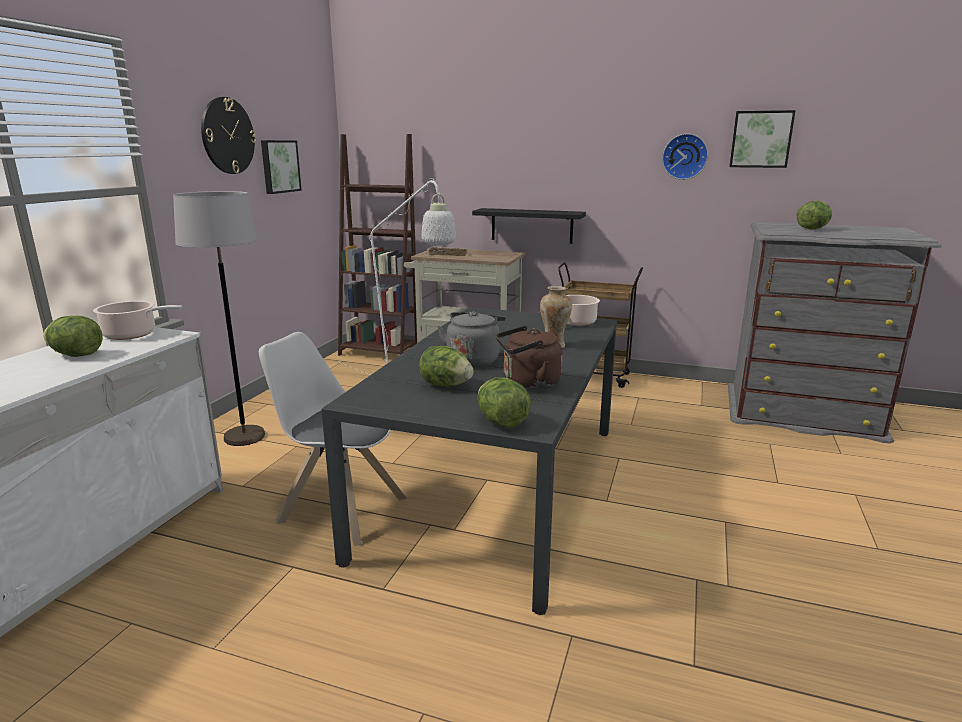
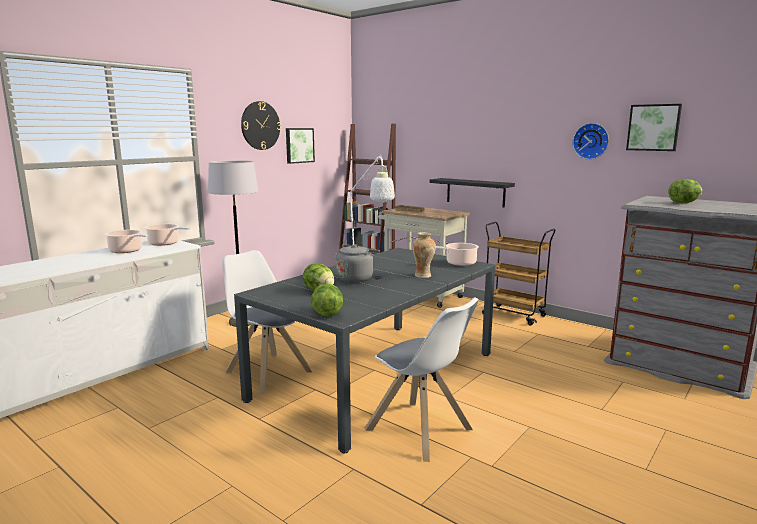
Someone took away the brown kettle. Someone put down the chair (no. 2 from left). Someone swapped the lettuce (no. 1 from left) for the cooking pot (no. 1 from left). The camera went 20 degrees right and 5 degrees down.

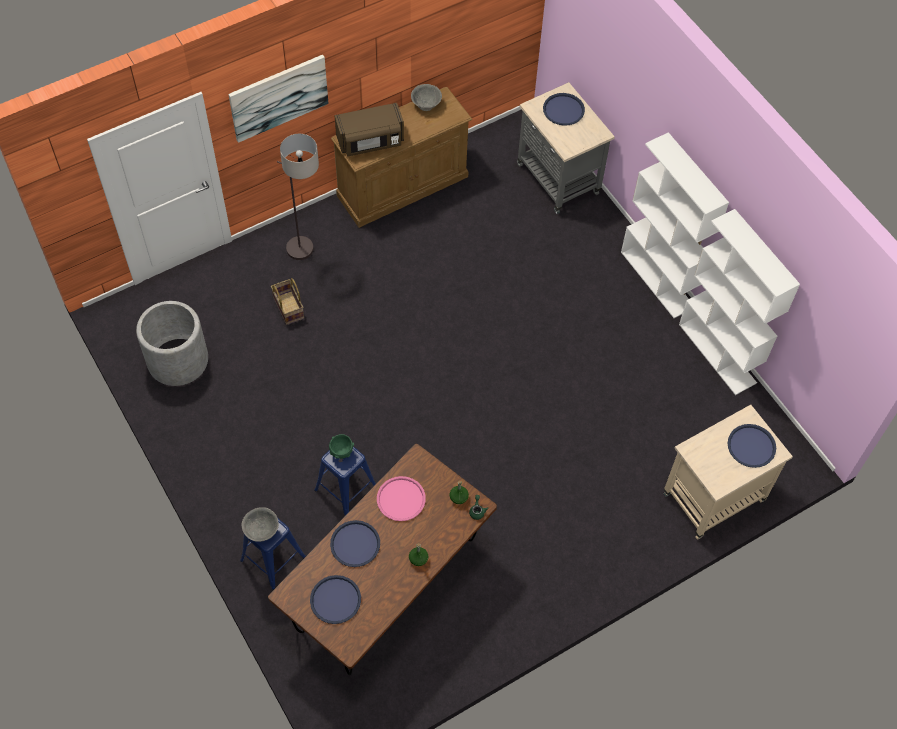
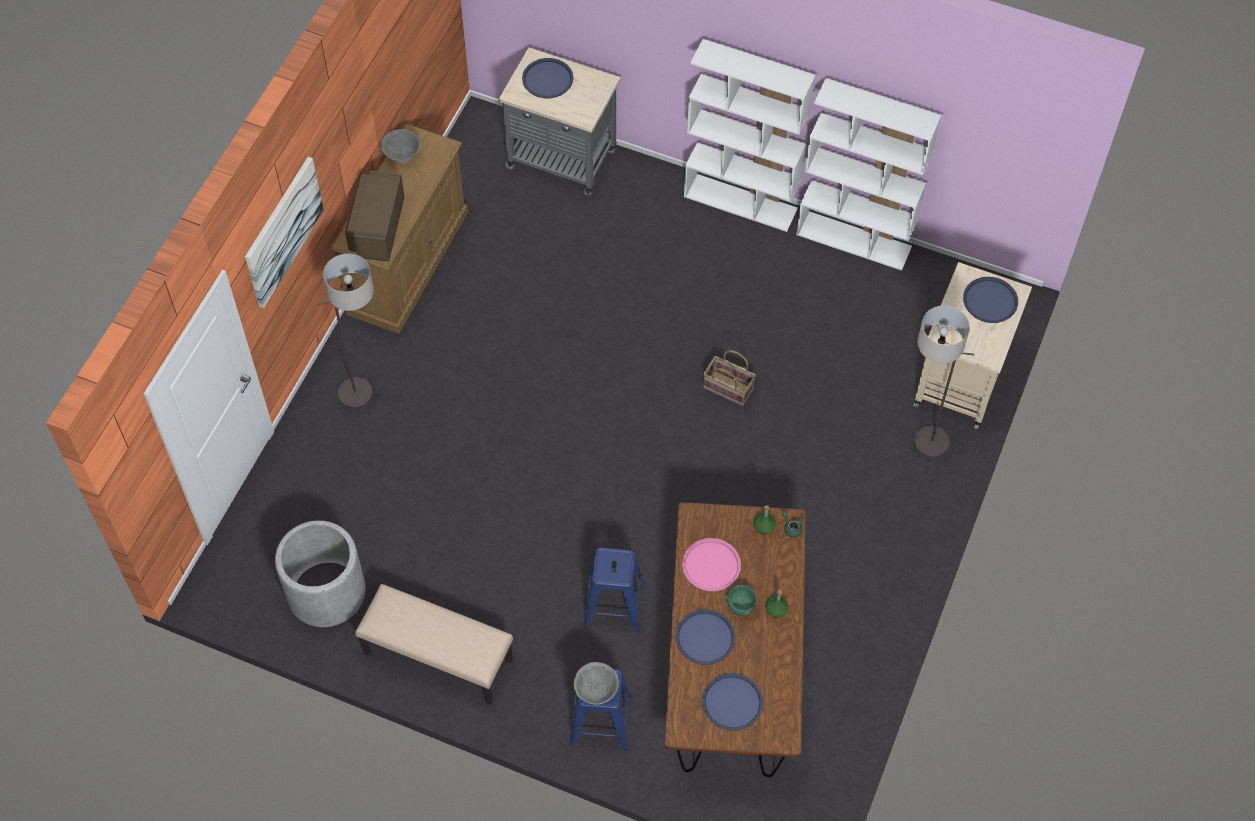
Someone put down the beige bench. Someone put down the grey floor lamp (no. 2 from left). Someone carried the basket. Someone carried the green bowl. Someone rotated the brown microwave by 150 degrees clockwise. The camera went 35 degrees left and 0 degrees up.

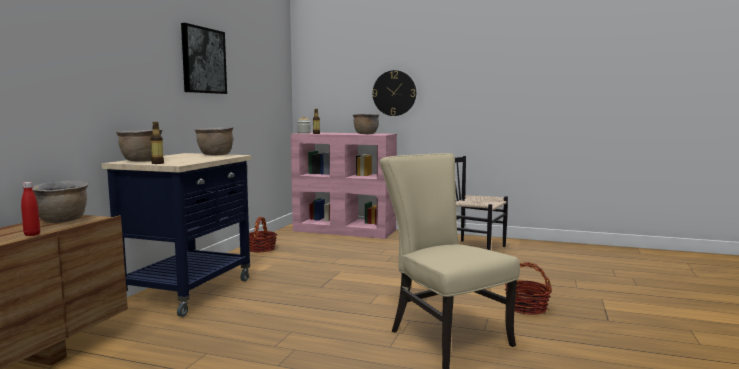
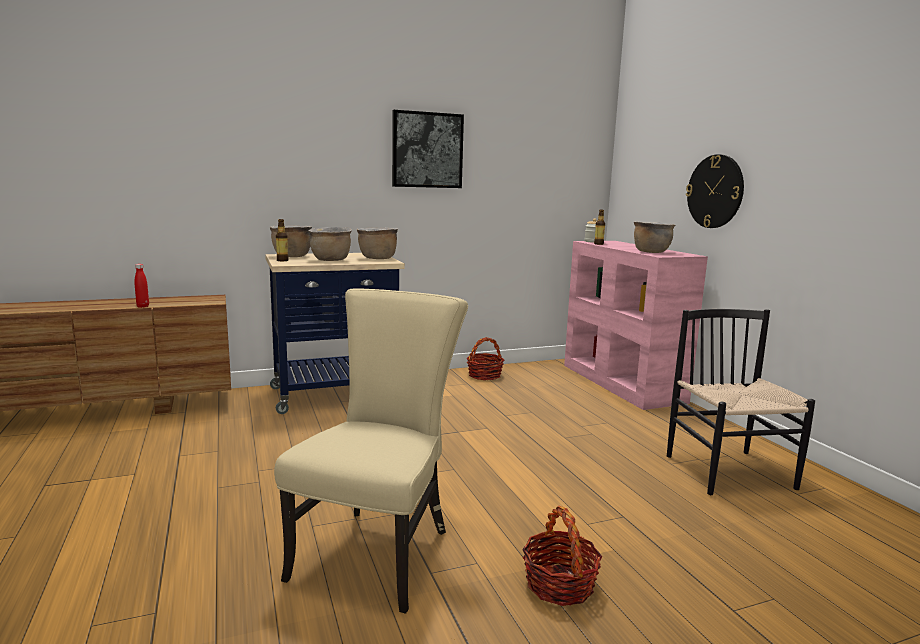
Someone carried the brown cooking pot (no. 1 from left in the first image). The camera went 50 degrees right and 5 degrees up.

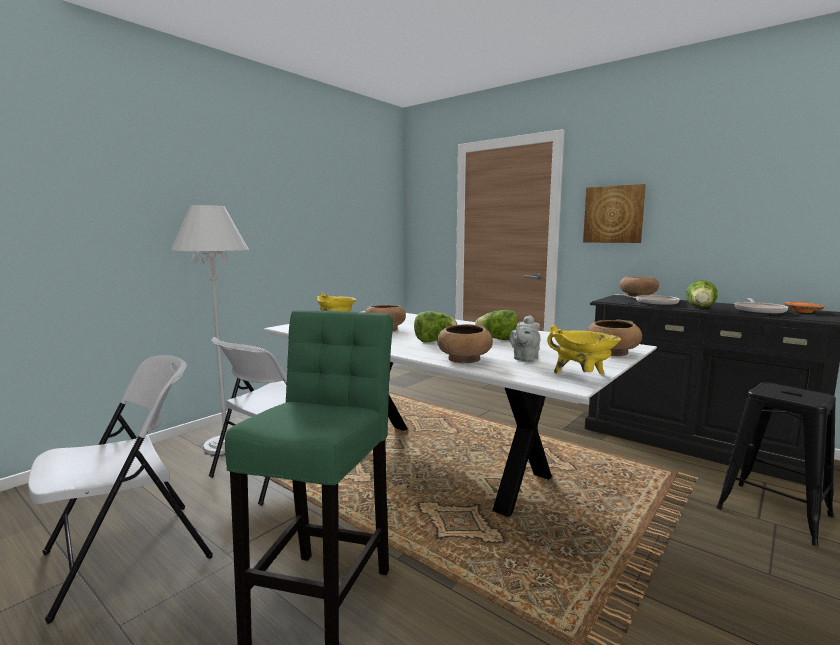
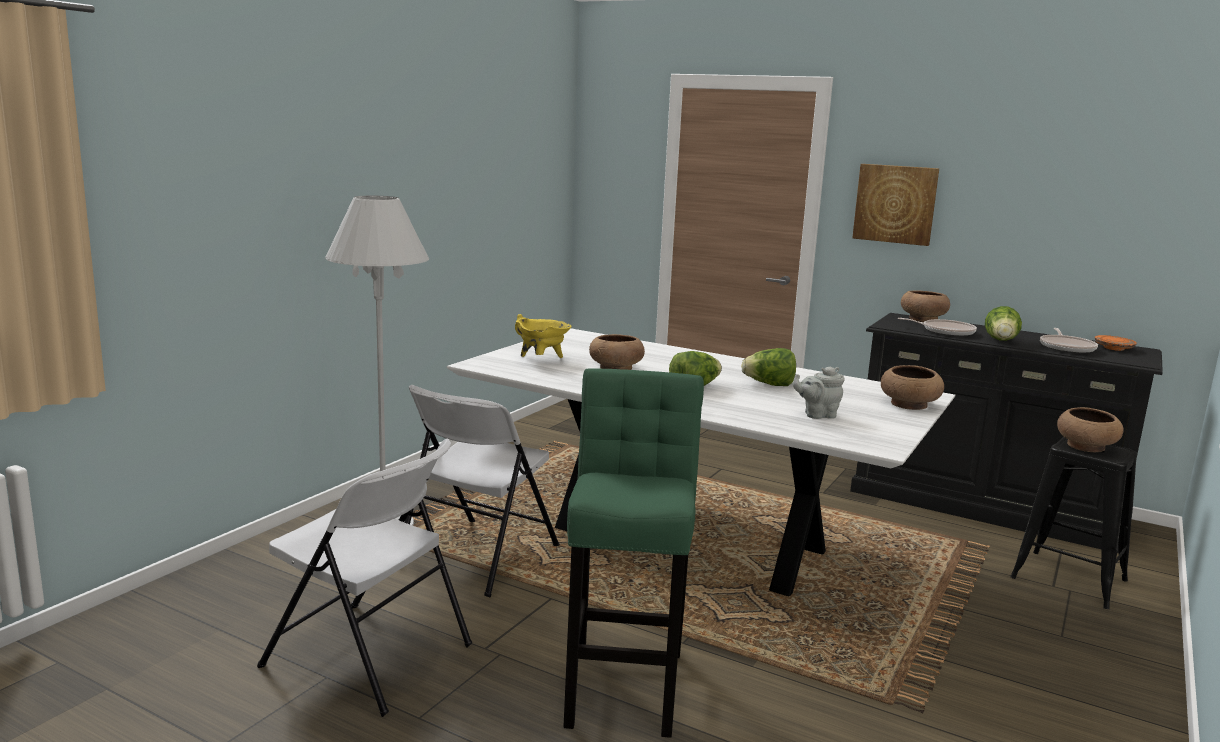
Someone took away the yellow cooking pot (no. 2 from left). Someone carried the brown bowl (no. 2 from left in the first image). Someone rotated the white chair (no. 1 from left) by 75 degrees clockwise. Someone rotated the grey teapot by 60 degrees clockwise. The camera went 10 degrees left and 5 degrees up.

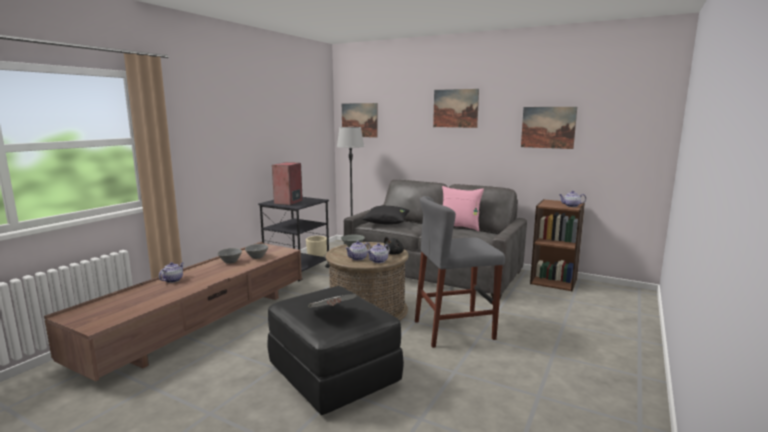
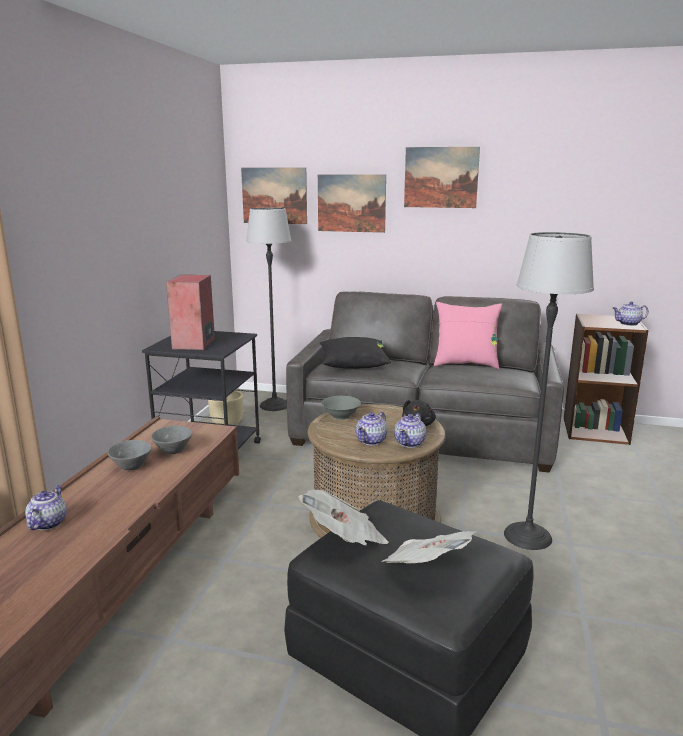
Someone put down the newspaper (no. 1 from left). Someone carried the picture (no. 3 from left in the first image). Someone swapped the grey stool for the floor lamp (no. 2 from left). The camera went 15 degrees left and 5 degrees up.

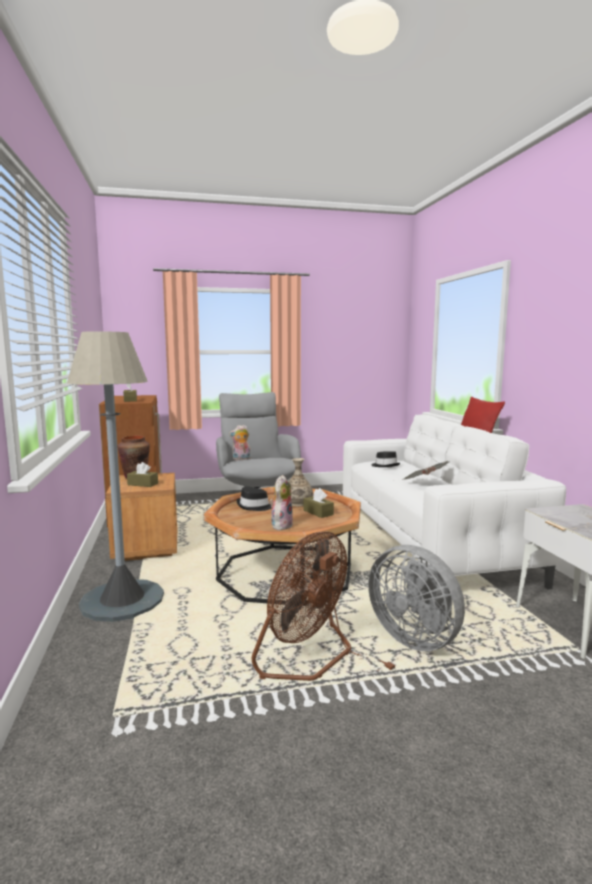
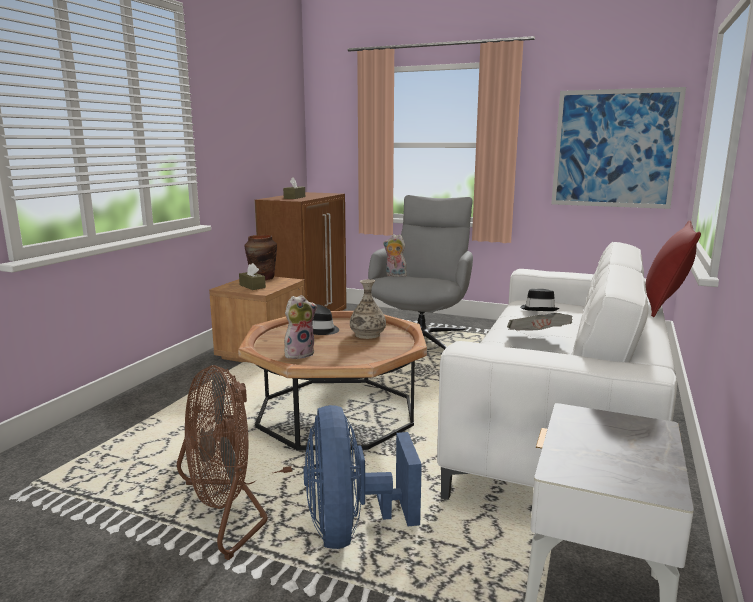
Someone took away the grey floor lamp. Someone took away the brown tissue box (no. 3 from left). Someone put up the picture. Someone repainted the grey fan, which became the blue fan. Someone rotated the brown fan by 105 degrees counterclockwise. The camera went 35 degrees right and 5 degrees up.

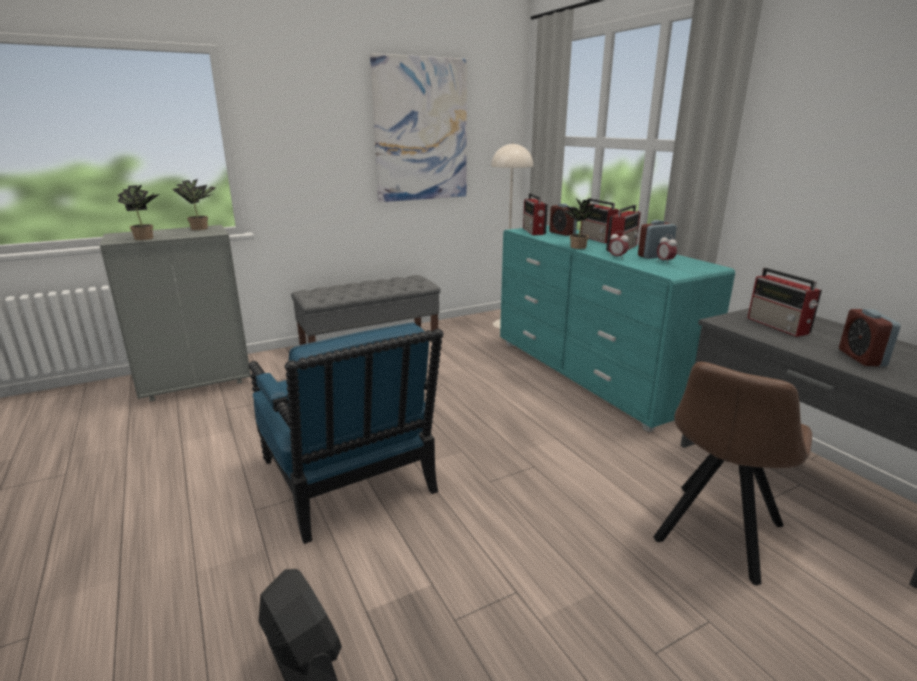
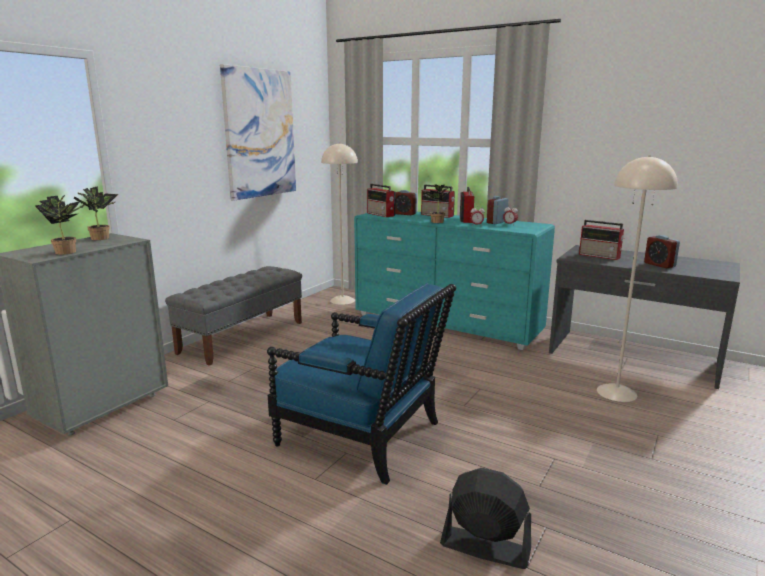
Someone swapped the brown chair for the beige floor lamp (no. 2 from left). The camera went 30 degrees left and 5 degrees down.

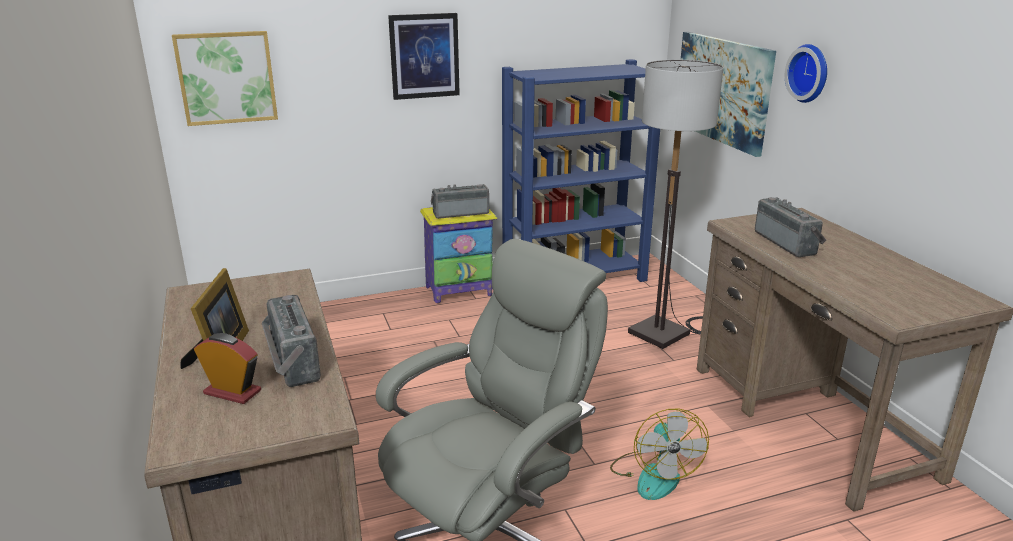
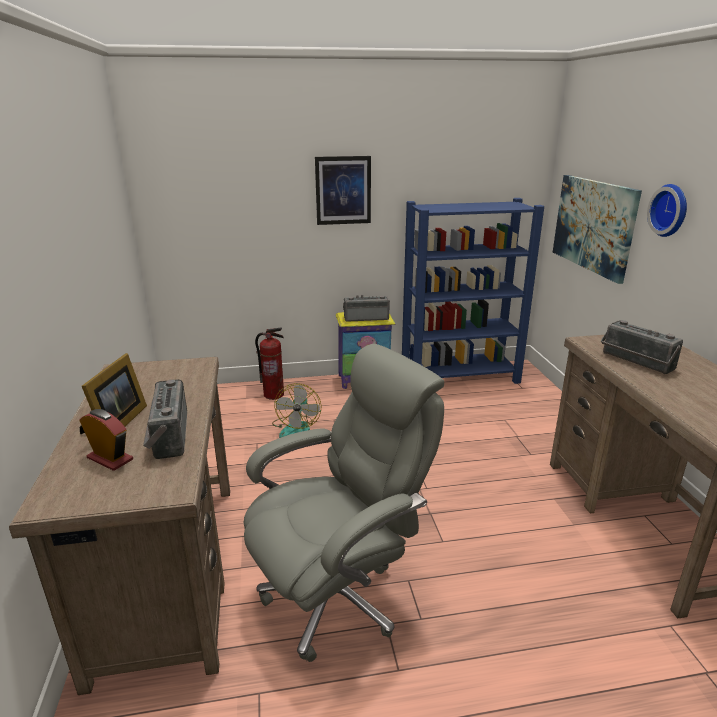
Someone took away the picture (no. 1 from left). Someone took away the floor lamp. Someone put down the fire extinguisher. Someone carried the fan. Someone rotated the radio (no. 3 from left) by 150 degrees clockwise. The camera went 10 degrees right and 0 degrees up.

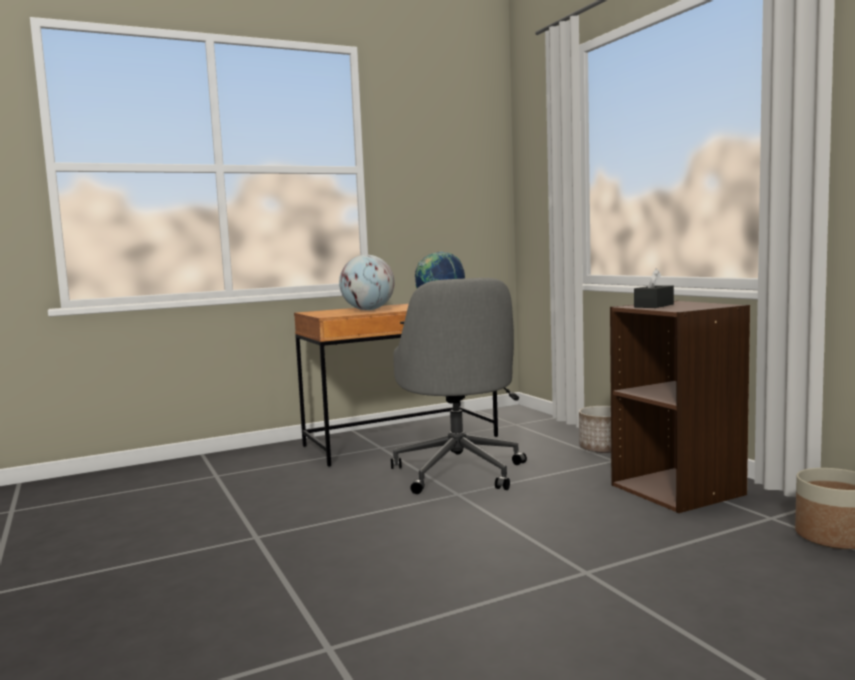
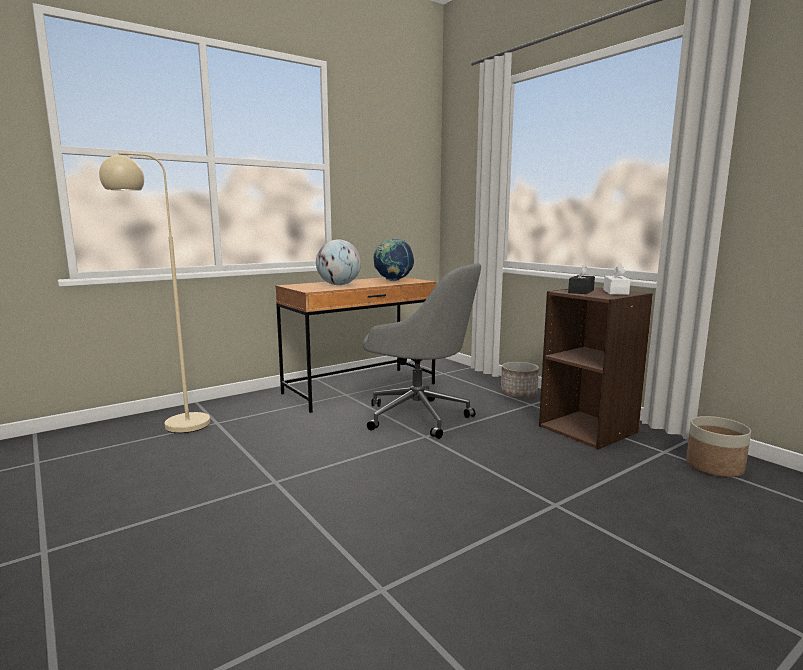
Someone put down the beige floor lamp. Someone put down the white tissue box. Someone rotated the grey office chair by 45 degrees counterclockwise. The camera went 10 degrees left and 5 degrees up.

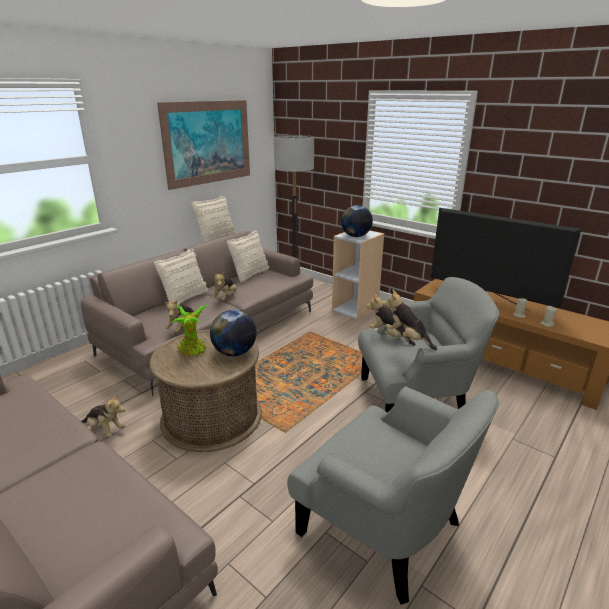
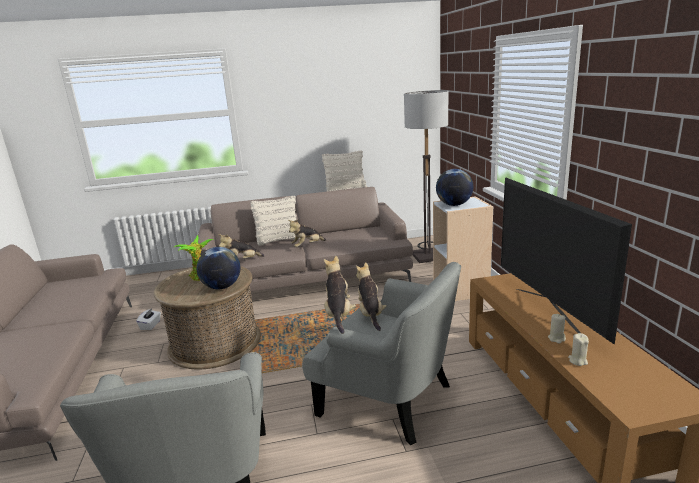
Someone took away the picture. Someone took away the beige pillow (no. 3 from left). Someone swapped the plush toy (no. 1 from left) for the white tissue box. The camera went 40 degrees right and 5 degrees down.

